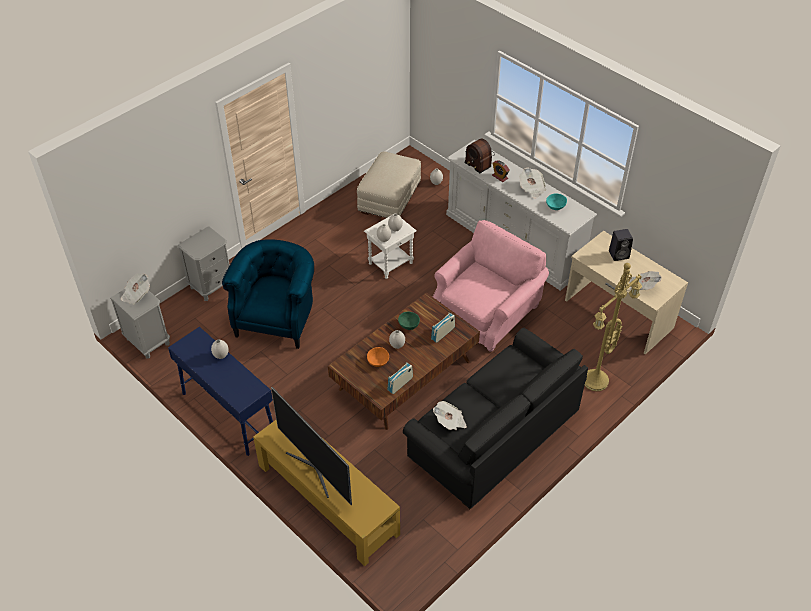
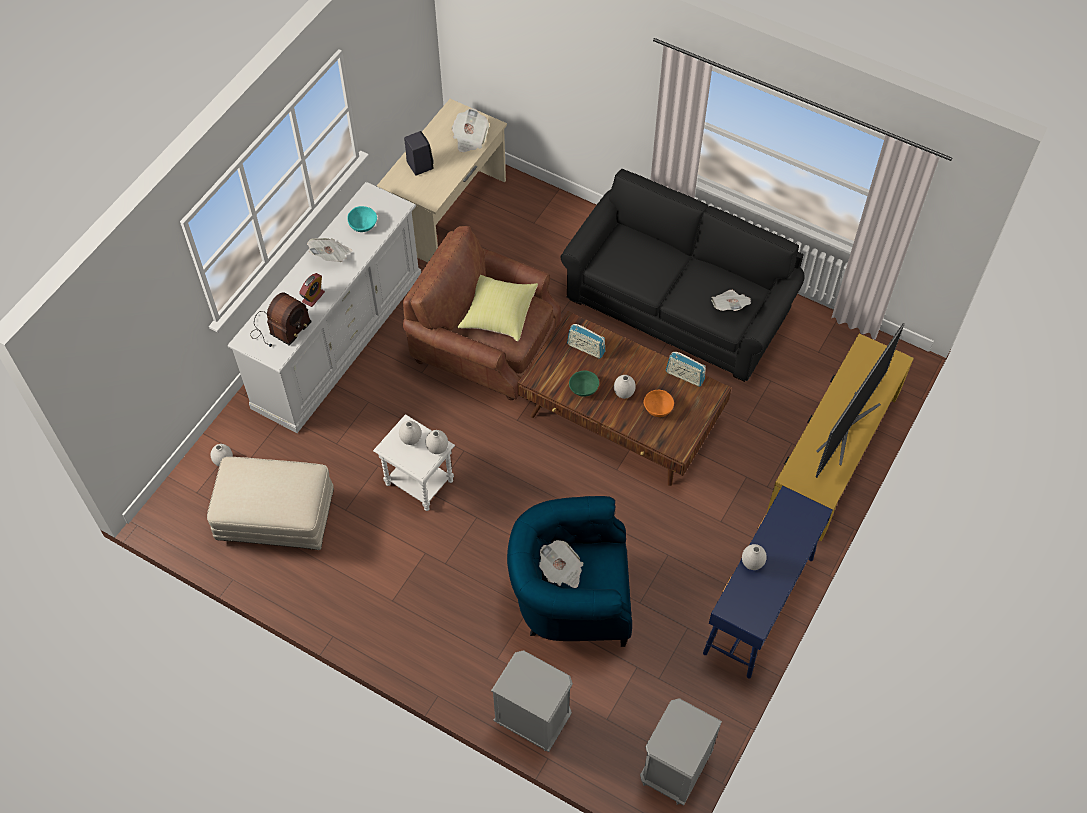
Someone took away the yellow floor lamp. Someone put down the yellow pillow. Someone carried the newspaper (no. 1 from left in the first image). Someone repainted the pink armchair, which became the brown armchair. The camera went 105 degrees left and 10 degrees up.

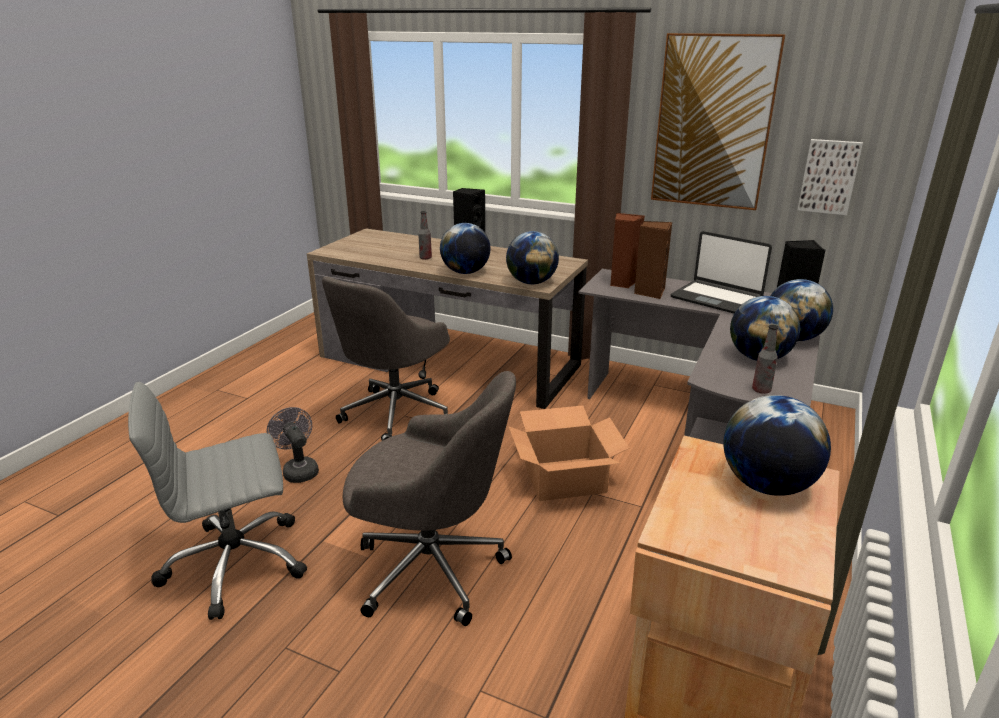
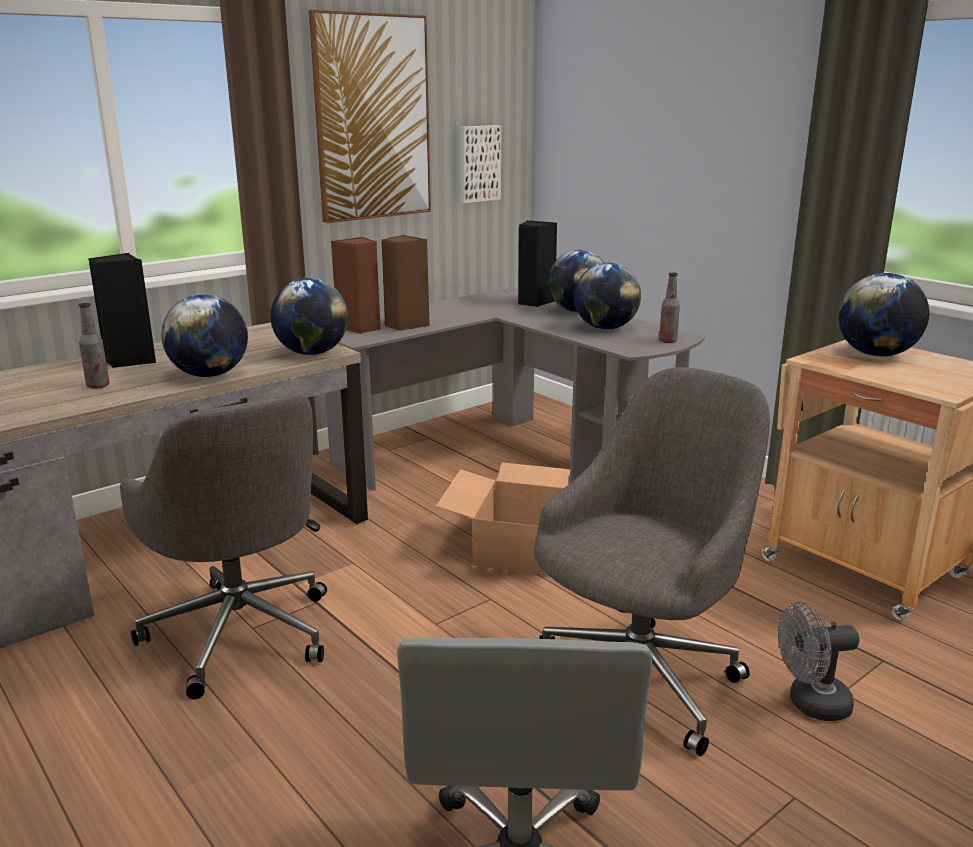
Someone took away the laptop. Someone carried the grey fan. The camera went 65 degrees left and 5 degrees down.

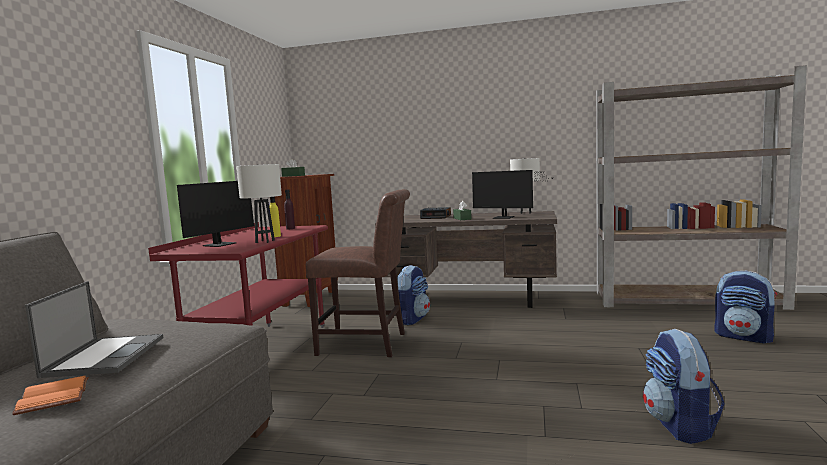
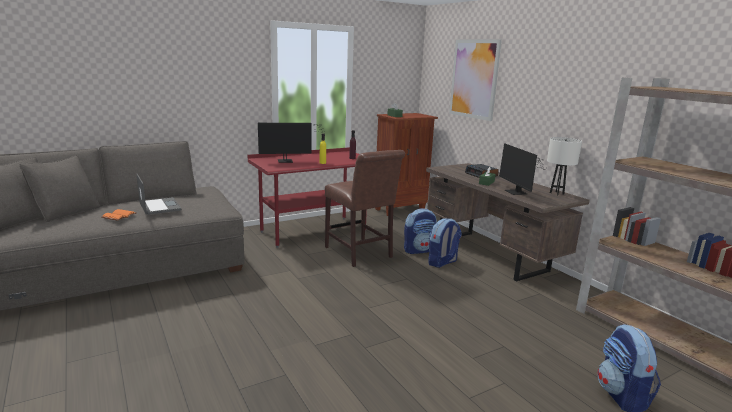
Someone took away the white table lamp (no. 1 from left). Someone put up the picture. Someone carried the backpack (no. 2 from left). Someone rotated the laptop by 75 degrees counterclockwise. The camera went 45 degrees right and 10 degrees up.

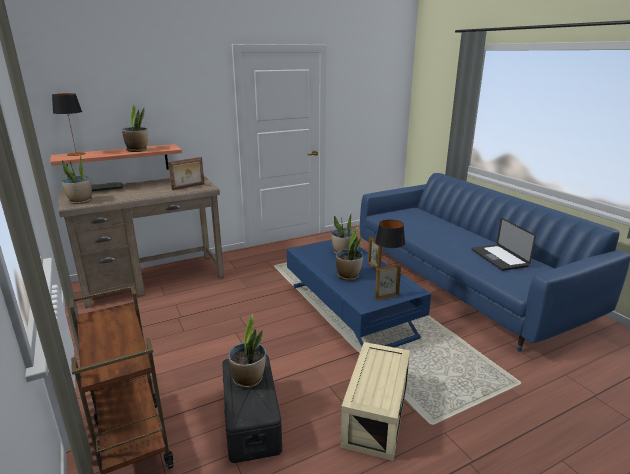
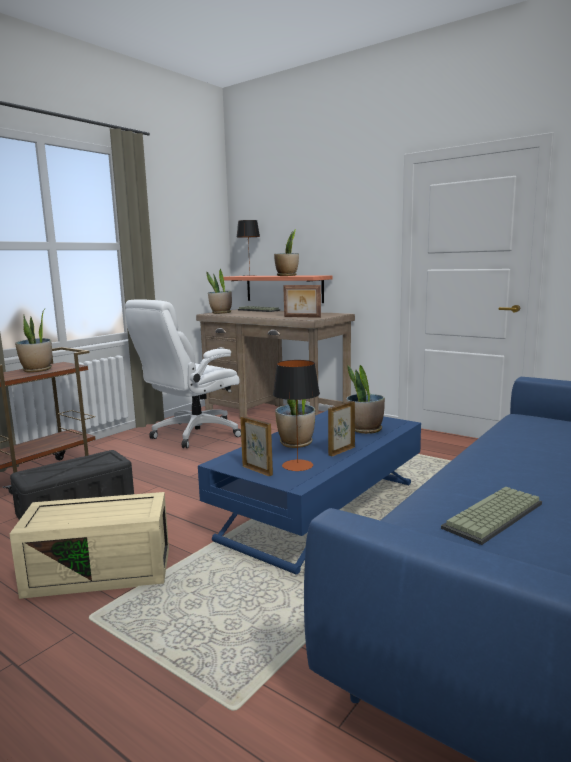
Someone put down the white office chair. Someone carried the potted plant (no. 3 from left in the first image). Someone swapped the laptop for the keyboard (no. 2 from left). The camera went 65 degrees right and 10 degrees down.

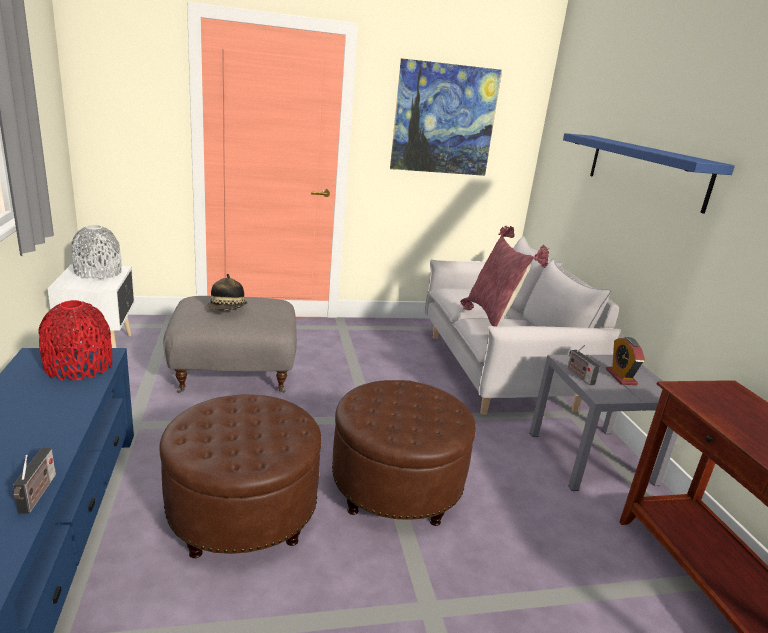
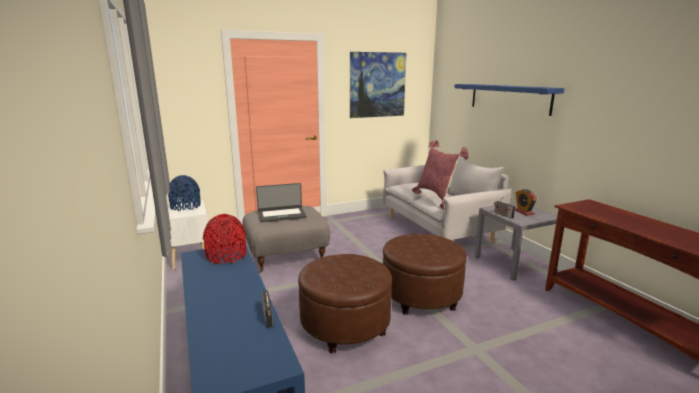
Someone swapped the hat for the laptop. Someone repainted the grey vase, which became the blue vase. The camera went 10 degrees left and 5 degrees down.

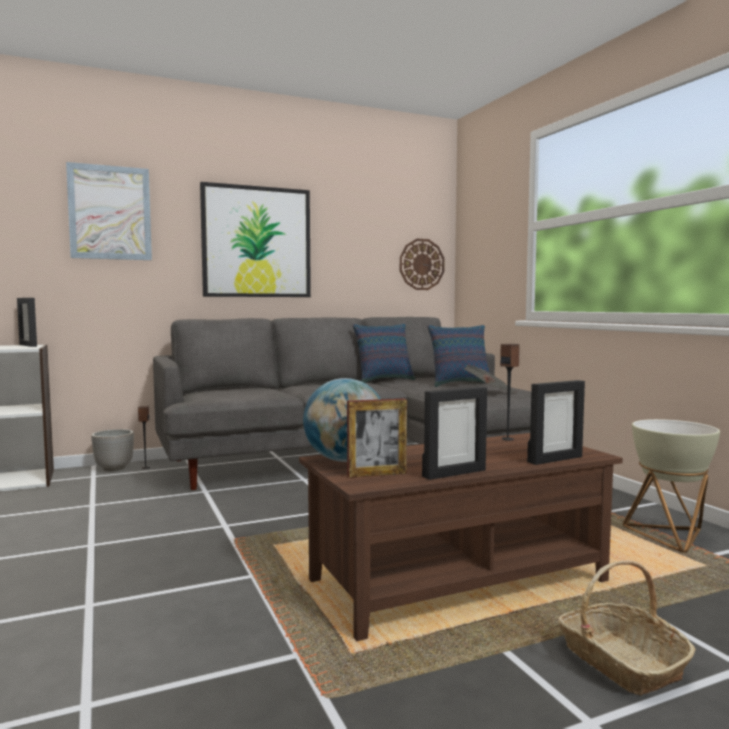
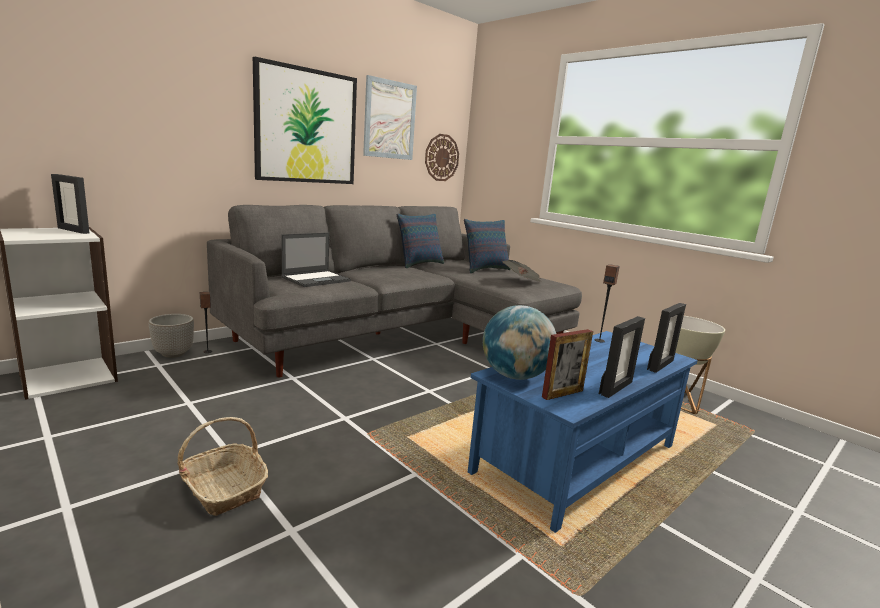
Someone put down the laptop. Someone carried the picture (no. 1 from left in the first image). Someone carried the basket. Someone repainted the brown coffee table, which became the blue coffee table. The camera went 20 degrees left and 10 degrees up.

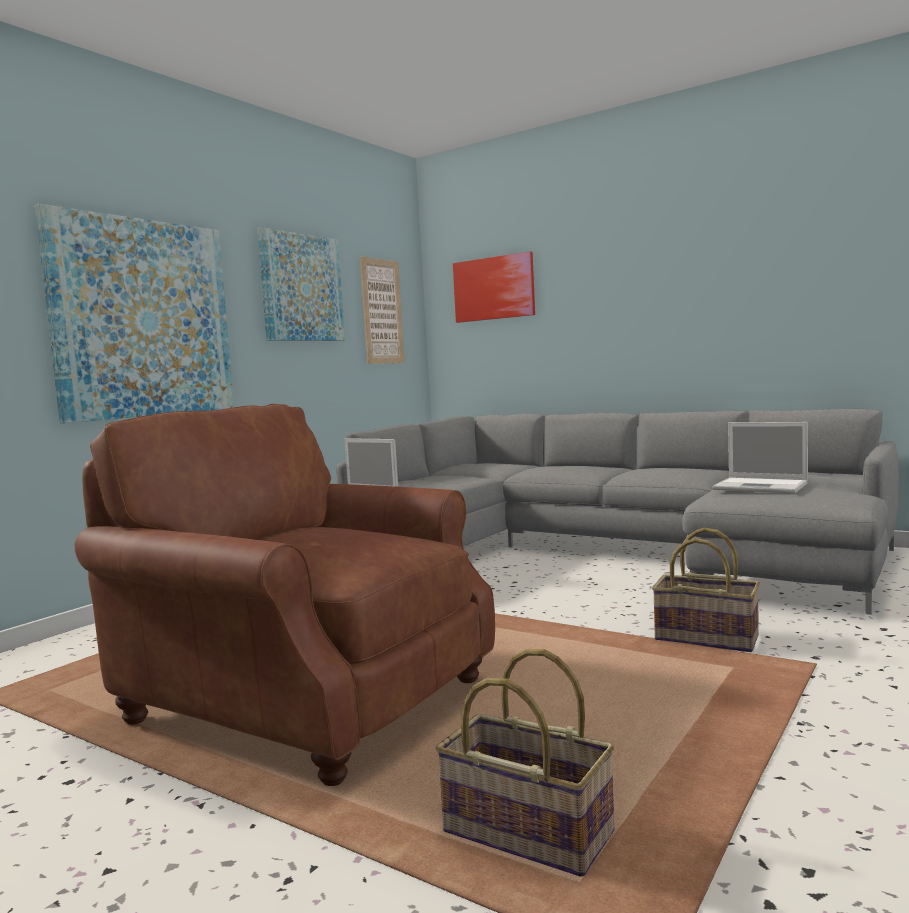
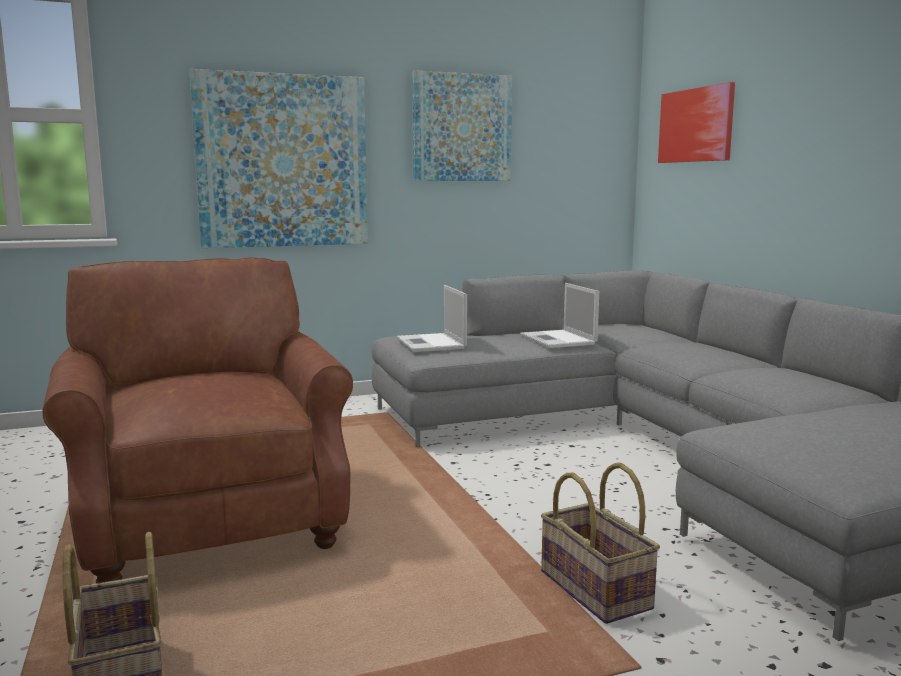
Someone took away the picture (no. 3 from left). Someone carried the laptop (no. 2 from left). The camera went 35 degrees right and 5 degrees up.

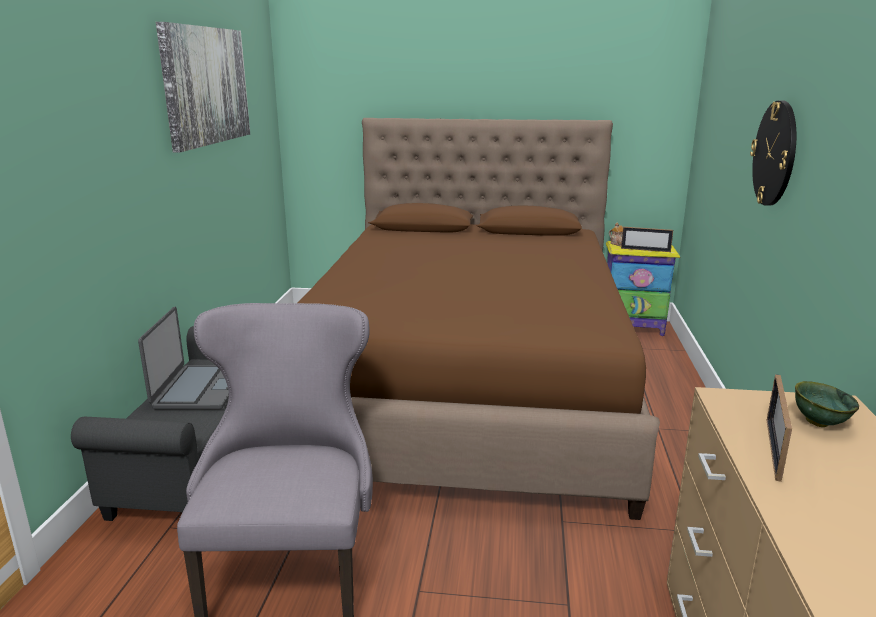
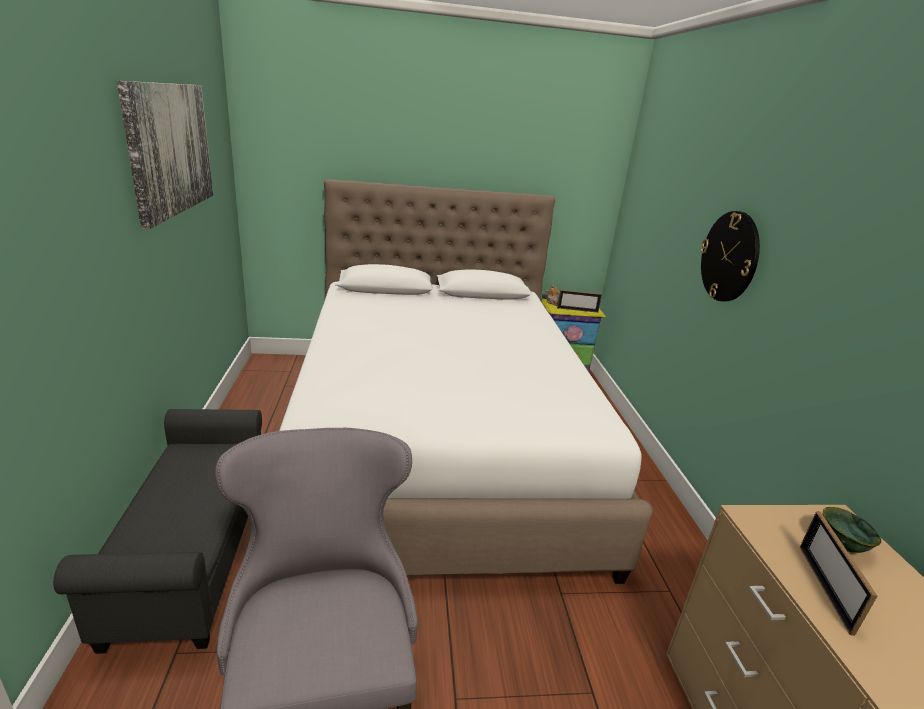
Someone took away the laptop. Someone repainted the brown bed, which became the white bed. The camera went 15 degrees left and 5 degrees up.

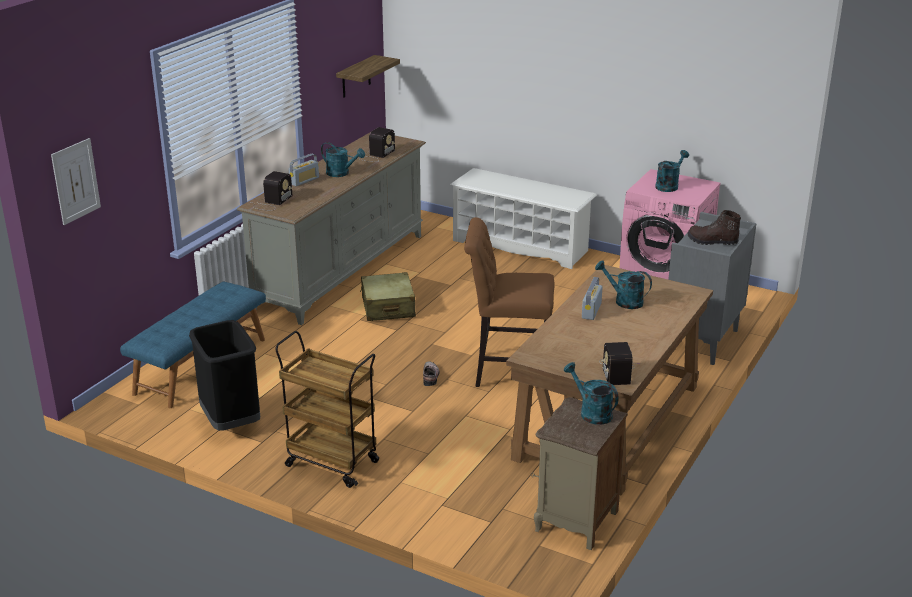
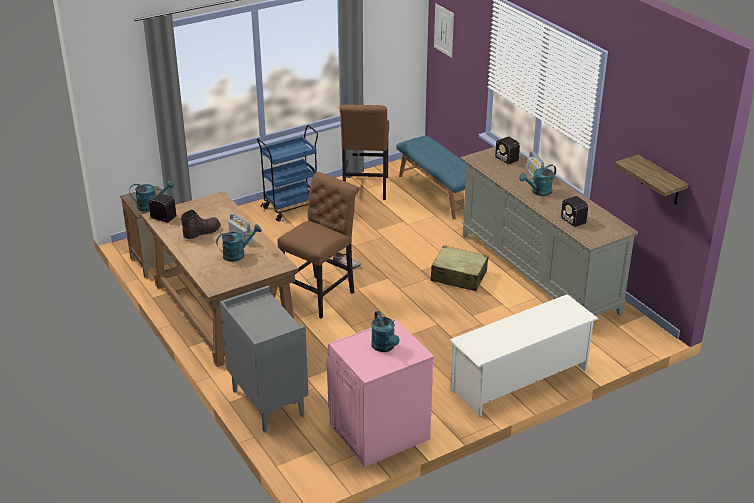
Someone carried the brown boot. Someone swapped the black trash can for the brown stool (no. 2 from left). Someone repainted the brown cart, which became the blue cart. The camera went 120 degrees right and 5 degrees up.

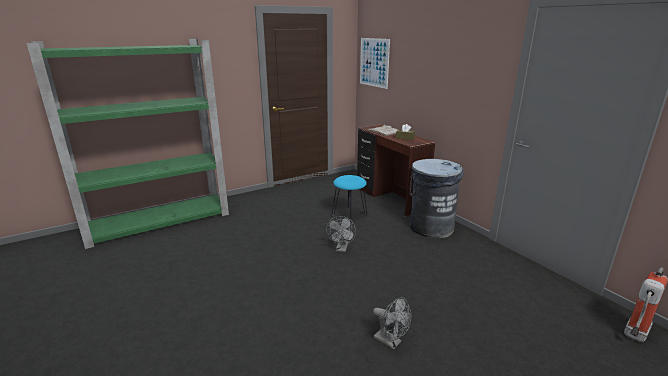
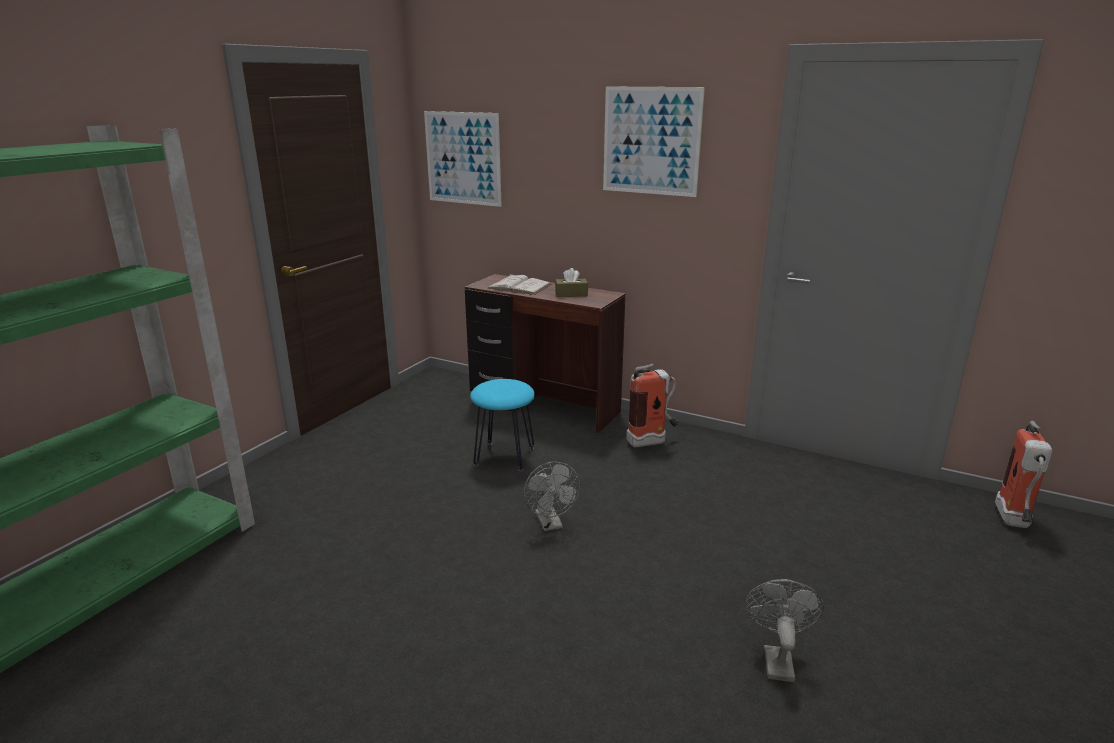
Someone put up the picture (no. 2 from left). Someone swapped the grey trash can for the fire extinguisher (no. 1 from left). Someone rotated the grey fan (no. 2 from left) by 90 degrees counterclockwise. The camera went 30 degrees left and 0 degrees up.

